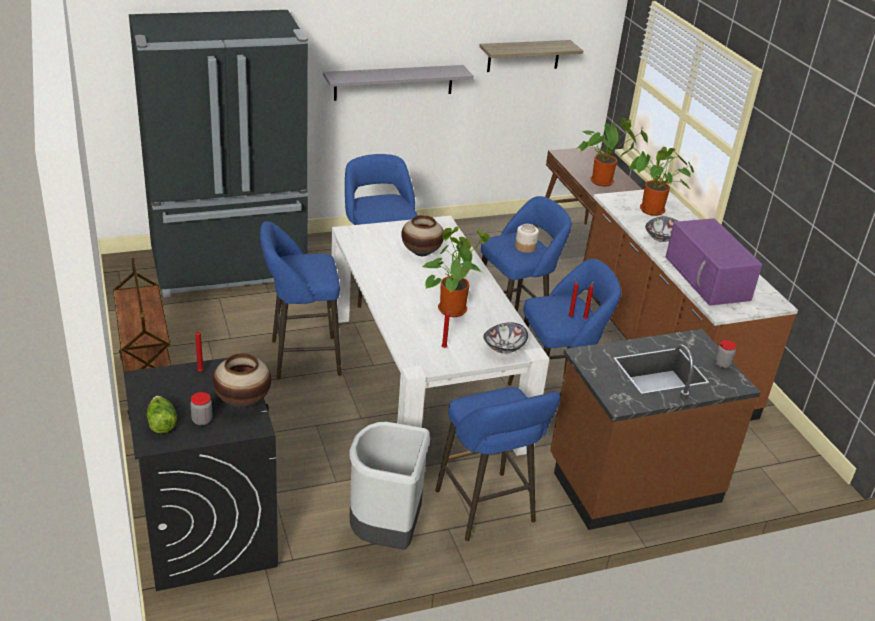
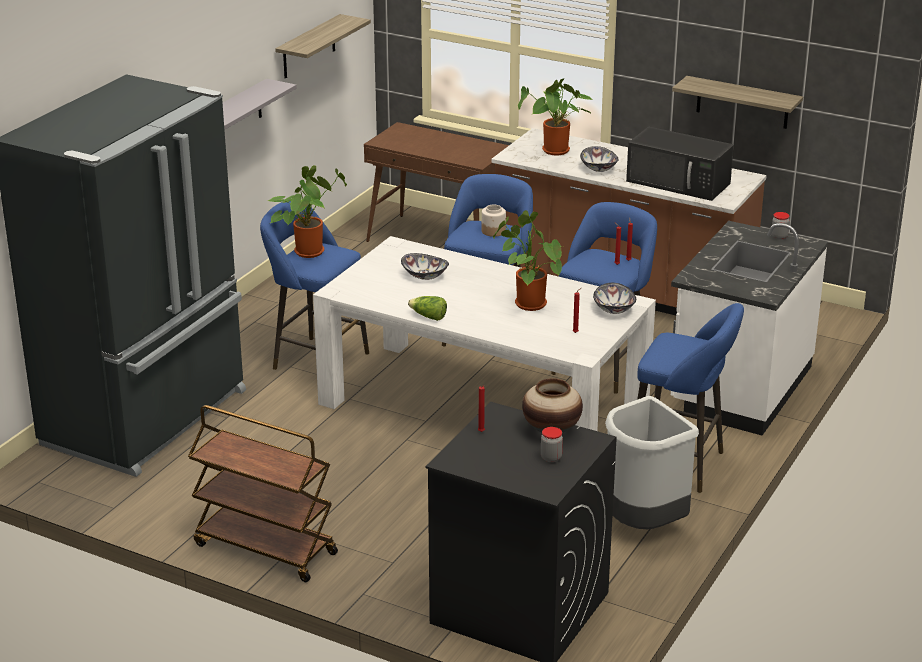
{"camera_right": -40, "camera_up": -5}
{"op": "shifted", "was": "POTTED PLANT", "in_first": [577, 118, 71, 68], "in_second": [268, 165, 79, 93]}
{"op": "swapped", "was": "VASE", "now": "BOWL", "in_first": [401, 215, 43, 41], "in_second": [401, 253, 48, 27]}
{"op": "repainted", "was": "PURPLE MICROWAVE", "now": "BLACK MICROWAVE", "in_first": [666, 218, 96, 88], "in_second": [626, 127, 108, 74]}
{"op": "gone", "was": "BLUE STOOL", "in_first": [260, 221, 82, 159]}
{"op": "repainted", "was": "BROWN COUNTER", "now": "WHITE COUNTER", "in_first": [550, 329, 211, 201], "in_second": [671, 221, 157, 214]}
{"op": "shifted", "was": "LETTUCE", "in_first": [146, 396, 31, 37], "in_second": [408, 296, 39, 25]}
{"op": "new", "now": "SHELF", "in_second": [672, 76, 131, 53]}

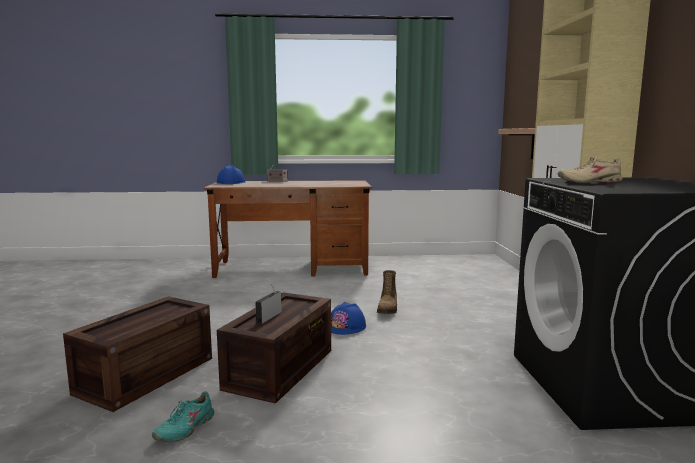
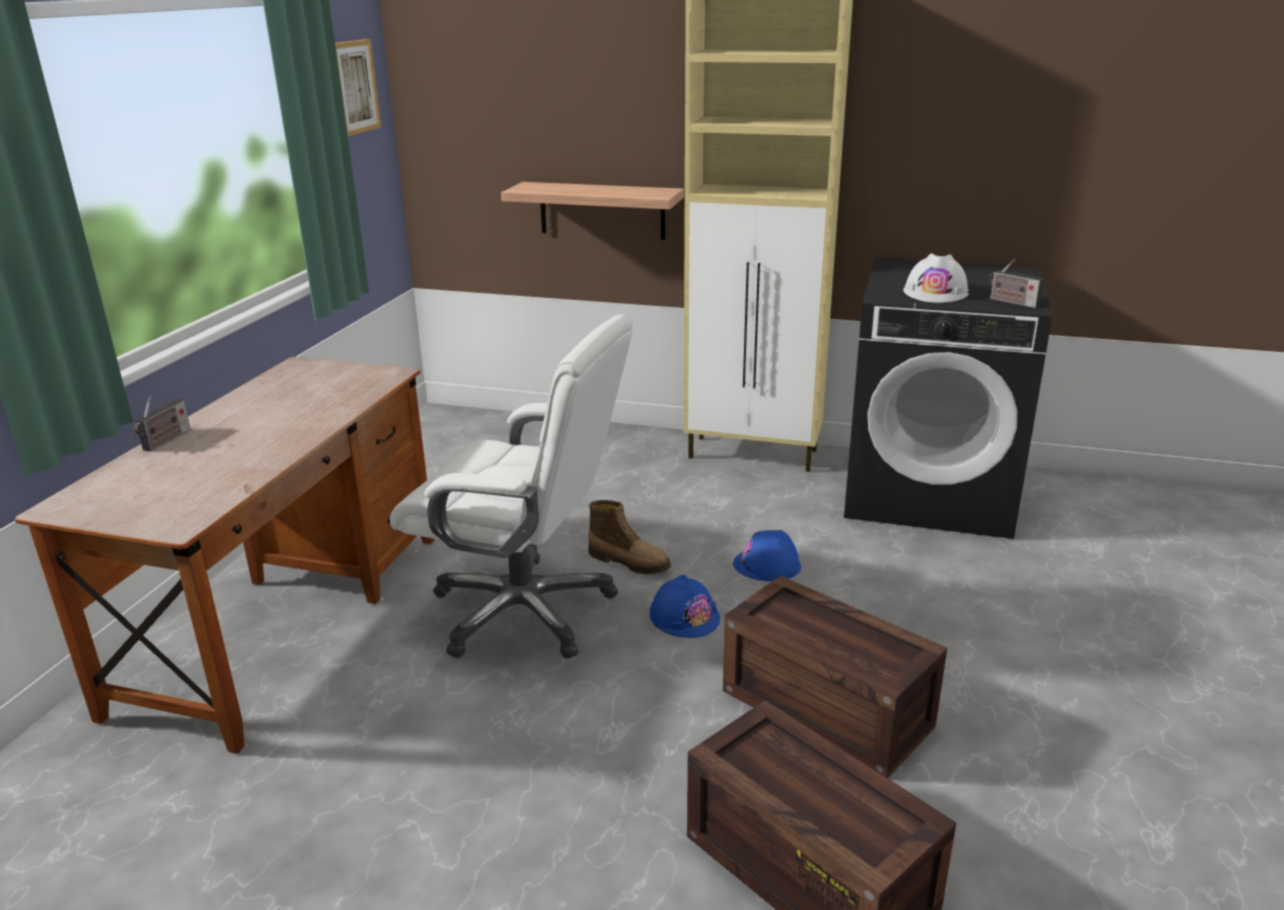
{"camera_right": -70, "camera_up": 15}
{"op": "swapped", "was": "BEIGE SHOE", "now": "WHITE HARD HAT", "in_first": [558, 156, 65, 27], "in_second": [903, 253, 65, 50]}
{"op": "shifted", "was": "BLUE HARD HAT", "in_first": [217, 165, 28, 19], "in_second": [733, 530, 68, 51]}
{"op": "shifted", "was": "RADIO", "in_first": [255, 284, 27, 40], "in_second": [989, 259, 55, 49]}
{"op": "gone", "was": "TURQUOISE SHOE", "in_first": [152, 391, 62, 51]}
{"op": "new", "now": "PICTURE", "in_second": [335, 39, 46, 97]}
{"op": "new", "now": "WHITE OFFICE CHAIR", "in_second": [390, 314, 243, 345]}

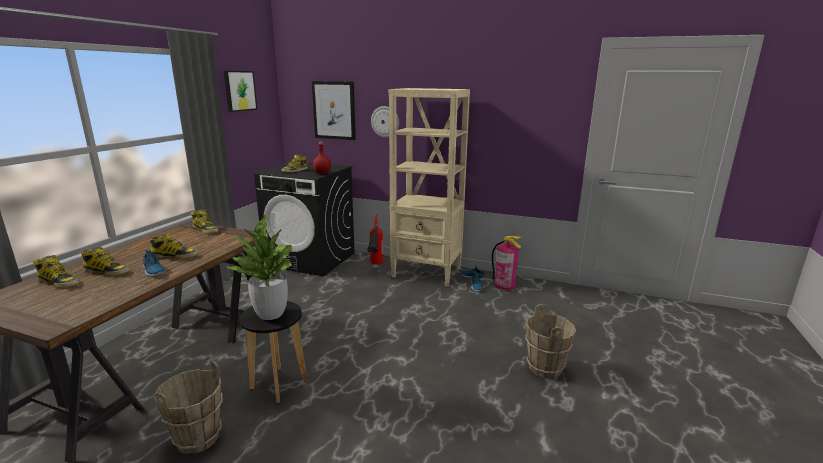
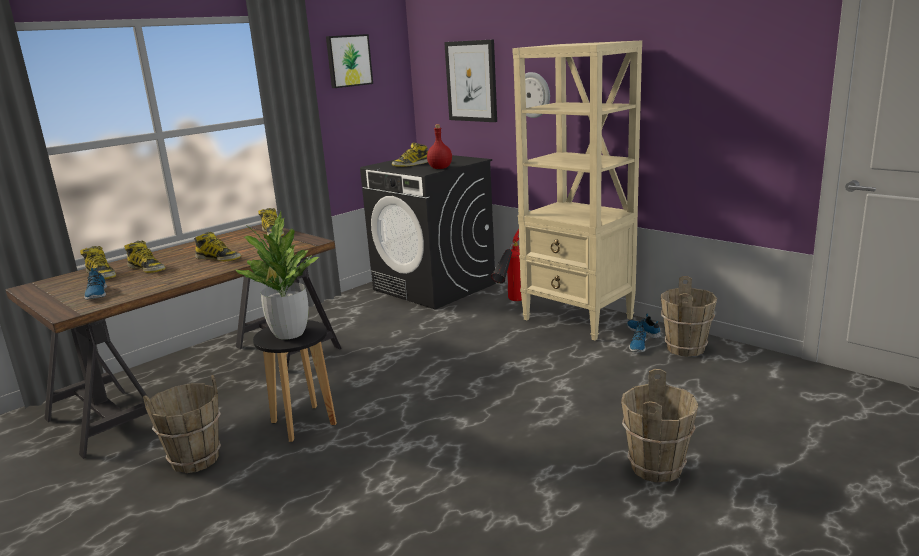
{"camera_right": 25, "camera_up": 0}
{"op": "swapped", "was": "FIRE EXTINGUISHER", "now": "BROWN BUCKET", "in_first": [492, 236, 30, 54], "in_second": [661, 276, 56, 81]}
{"op": "shifted", "was": "SHOE", "in_first": [143, 250, 23, 27], "in_second": [84, 268, 23, 32]}

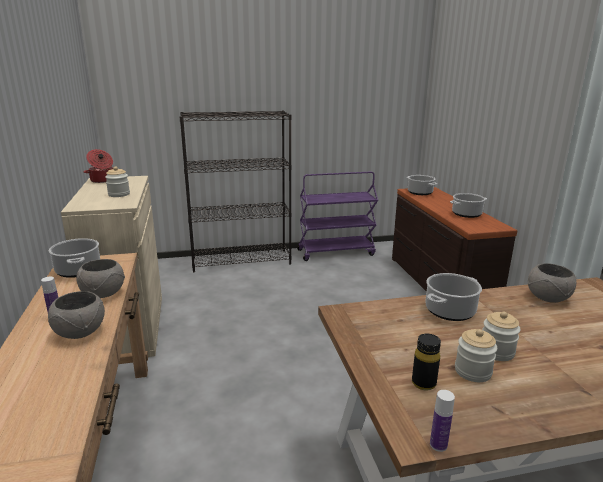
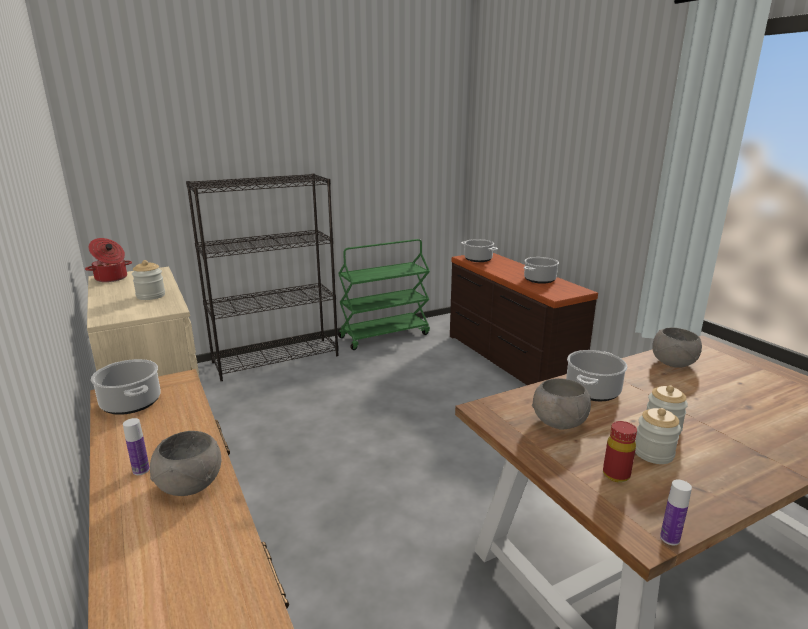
{"camera_right": -15, "camera_up": 0}
{"op": "repainted", "was": "PURPLE CART", "now": "GREEN CART", "in_first": [297, 172, 81, 89], "in_second": [338, 239, 92, 111]}
{"op": "shifted", "was": "GREY BOWL", "in_first": [77, 259, 48, 39], "in_second": [532, 378, 59, 52]}
{"op": "repainted", "was": "BLACK BOTTLE", "now": "RED BOTTLE", "in_first": [412, 333, 29, 58], "in_second": [603, 421, 34, 62]}

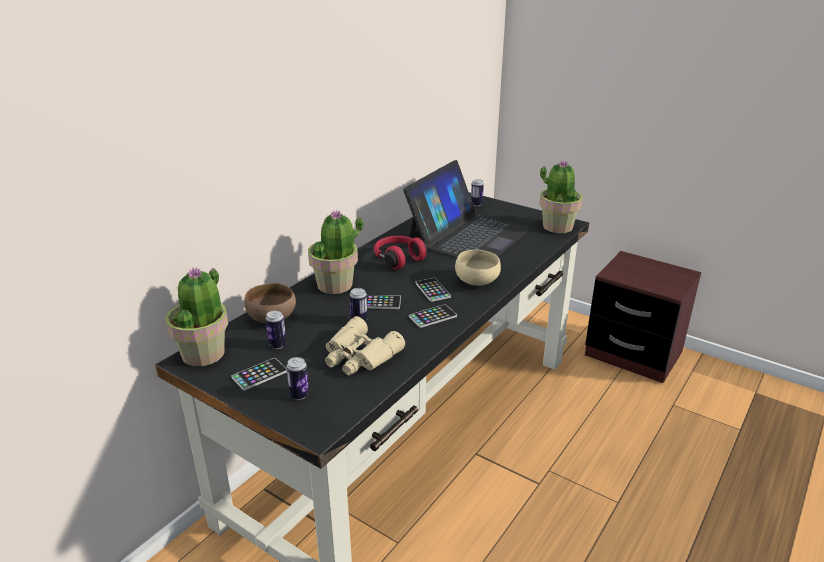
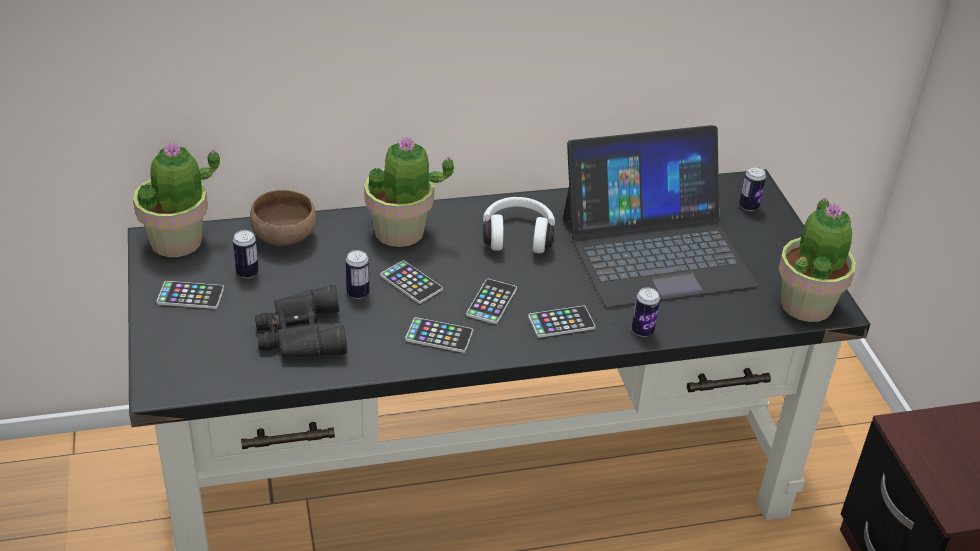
{"camera_right": 40, "camera_up": 10}
{"op": "repainted", "was": "RED HEADPHONES", "now": "WHITE HEADPHONES", "in_first": [374, 236, 54, 33], "in_second": [483, 197, 72, 56]}
{"op": "swapped", "was": "BEIGE BOWL", "now": "PHONE", "in_first": [455, 250, 46, 36], "in_second": [528, 306, 67, 32]}
{"op": "repainted", "was": "BEIGE BINOCULARS", "now": "BLACK BINOCULARS", "in_first": [325, 316, 80, 60], "in_second": [255, 285, 92, 73]}
{"op": "shifted", "was": "CAN", "in_first": [286, 357, 23, 43], "in_second": [632, 287, 28, 50]}

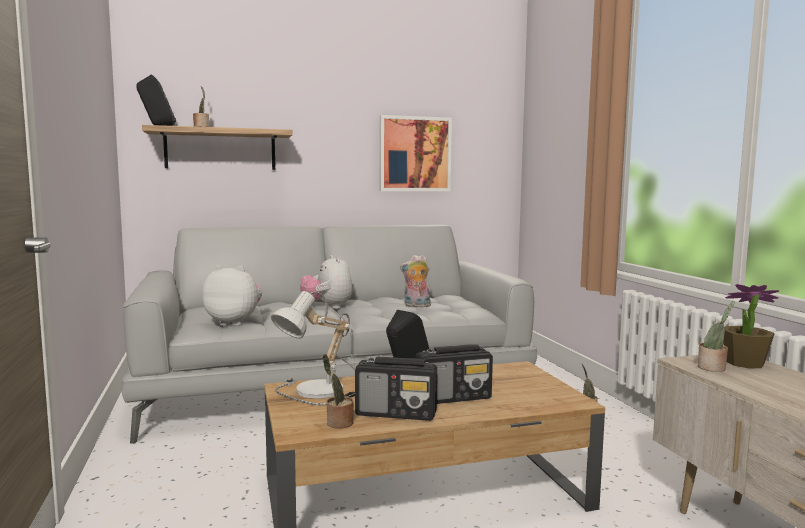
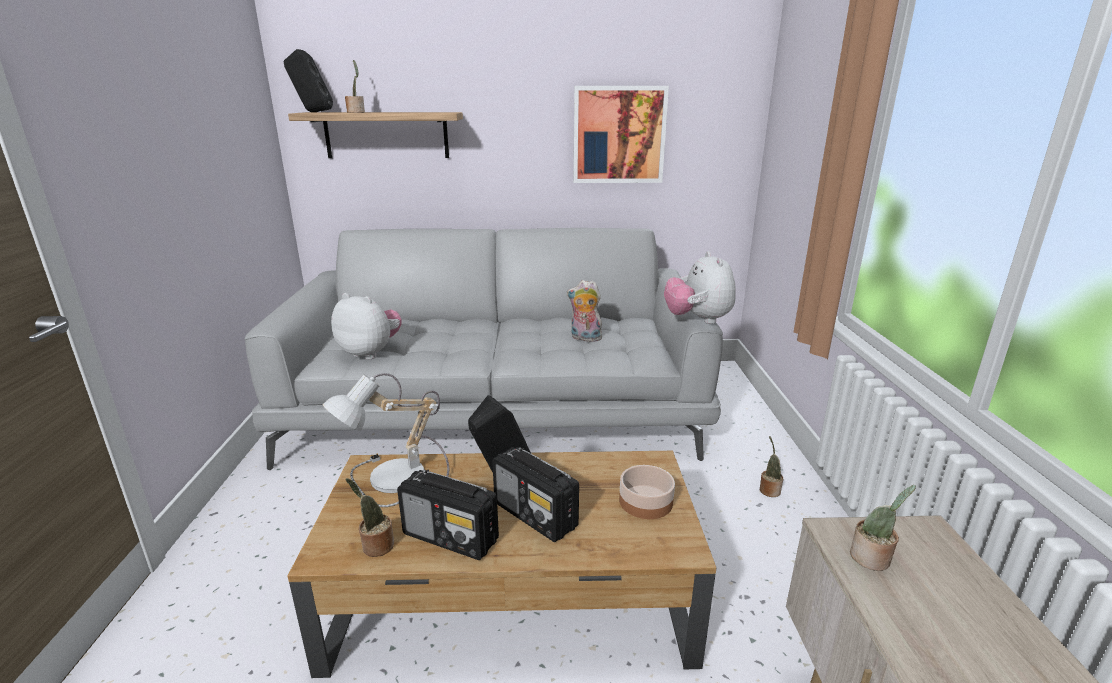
{"camera_right": 15, "camera_up": 15}
{"op": "shifted", "was": "PLUSH TOY", "in_first": [300, 255, 53, 54], "in_second": [664, 251, 72, 73]}
{"op": "gone", "was": "POTTED PLANT", "in_first": [724, 284, 55, 84]}
{"op": "rotated", "was": "RADIO", "in_first": [415, 344, 78, 60], "in_second": [492, 447, 87, 95], "clockwise": 45}
{"op": "new", "now": "BOWL", "in_second": [619, 465, 56, 54]}

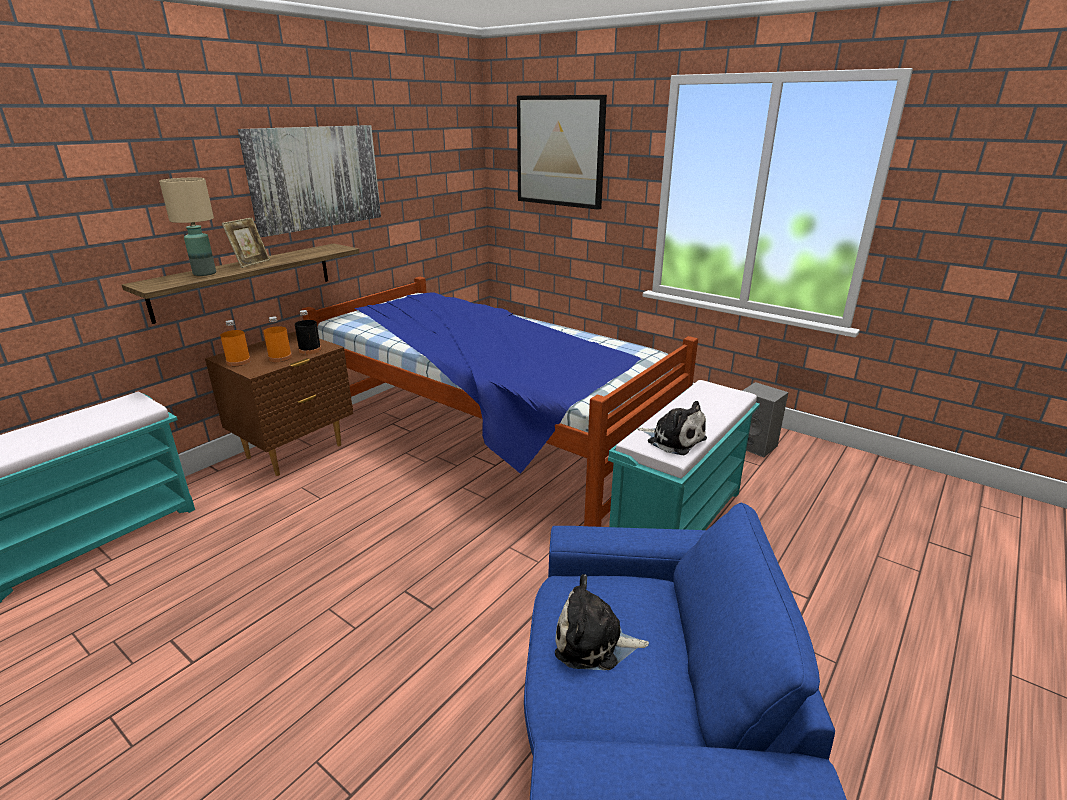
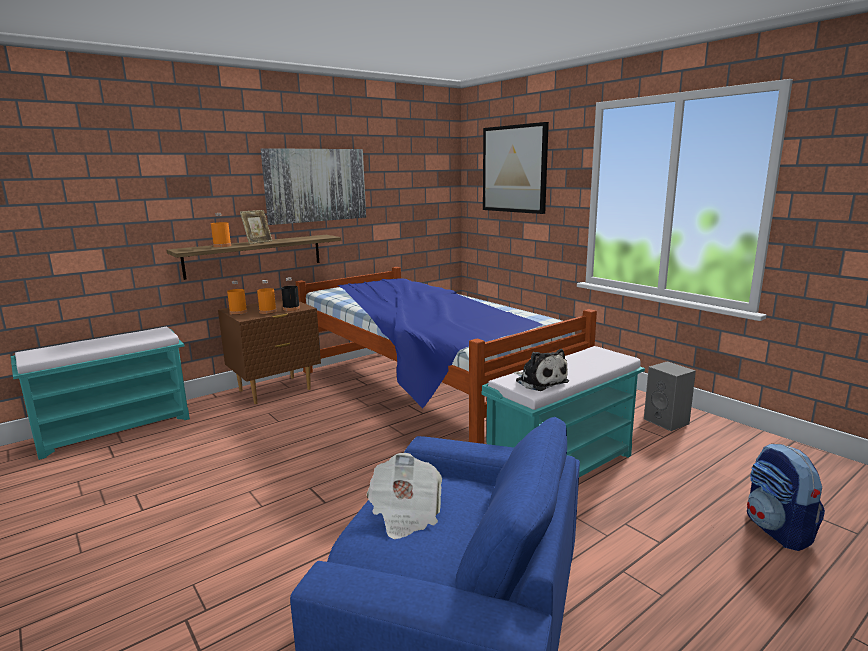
{"camera_right": 15, "camera_up": -10}
{"op": "swapped", "was": "BEIGE TABLE LAMP", "now": "ORANGE BOTTLE", "in_first": [159, 178, 57, 98], "in_second": [211, 213, 20, 34]}
{"op": "swapped", "was": "PLUSH TOY", "now": "NEWSPAPER", "in_first": [555, 574, 94, 96], "in_second": [367, 453, 75, 86]}
{"op": "new", "now": "BACKPACK", "in_second": [747, 444, 78, 107]}

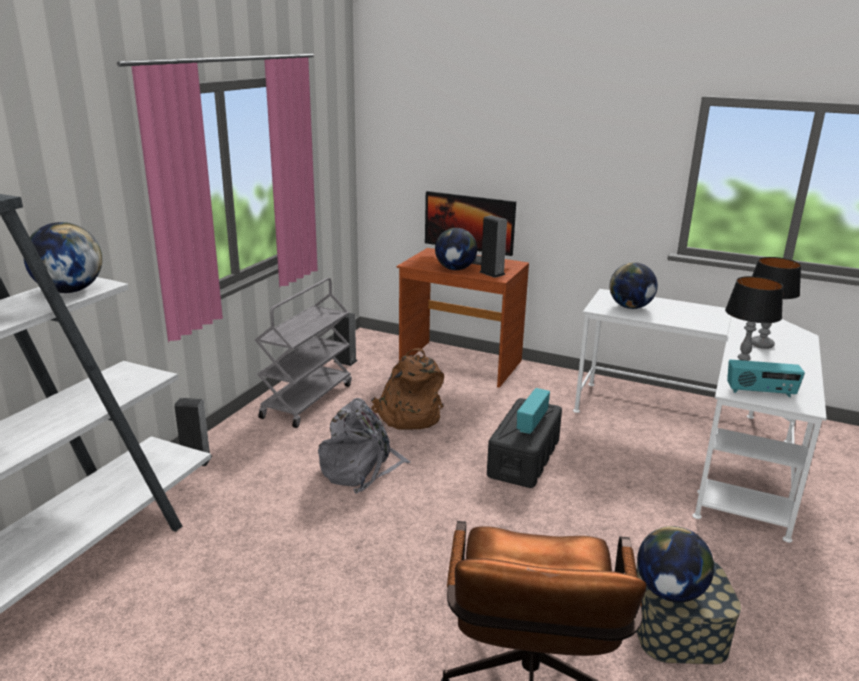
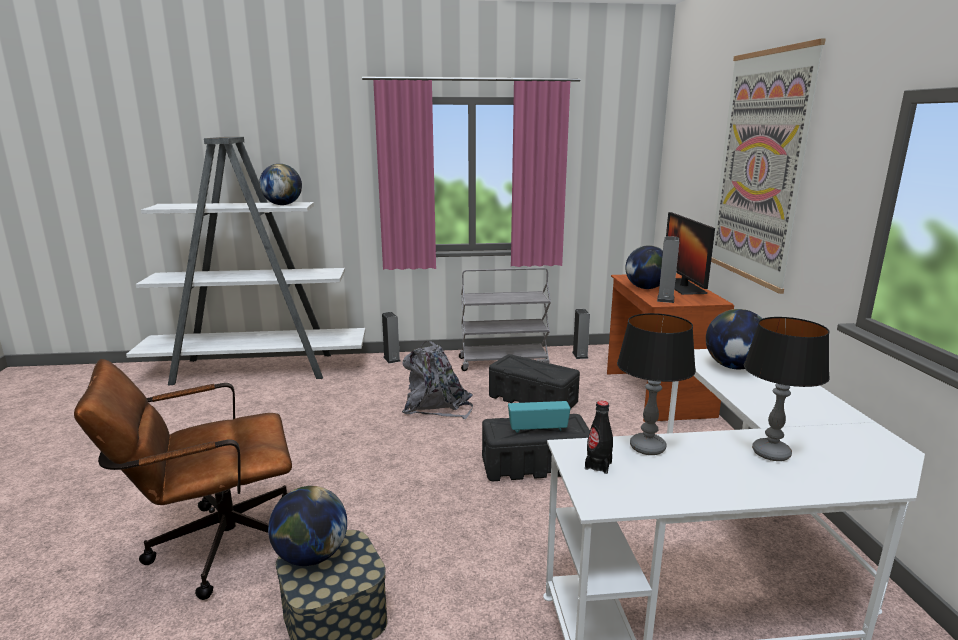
{"camera_right": 60, "camera_up": -5}
{"op": "swapped", "was": "BROWN BACKPACK", "now": "BLACK STORAGE BOX", "in_first": [371, 348, 73, 82], "in_second": [489, 354, 91, 55]}
{"op": "swapped", "was": "RADIO", "now": "BLACK BOTTLE", "in_first": [727, 360, 78, 37], "in_second": [585, 401, 28, 73]}
{"op": "new", "now": "PICTURE", "in_second": [711, 39, 114, 255]}

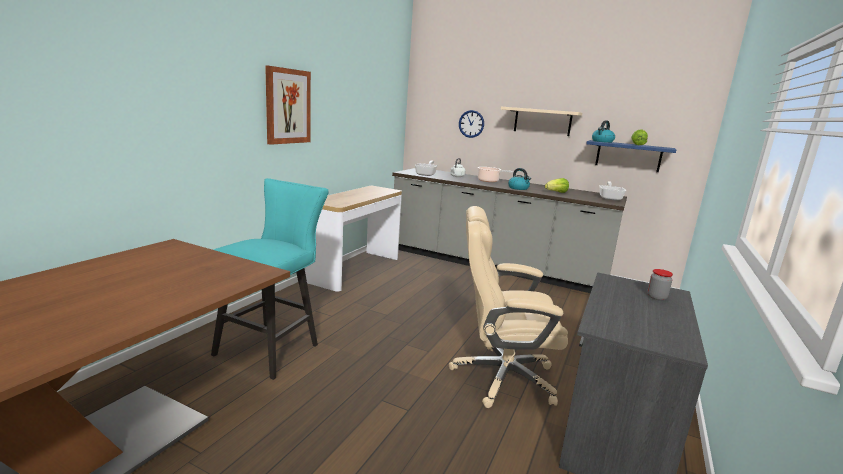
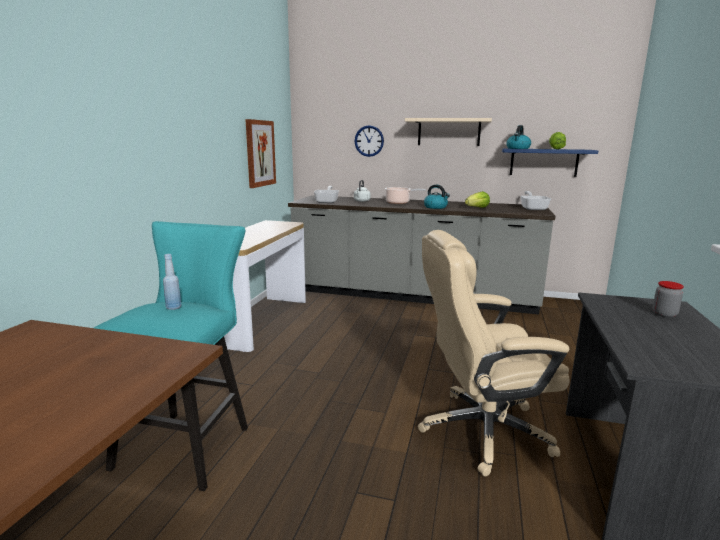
{"camera_right": -10, "camera_up": 0}
{"op": "shifted", "was": "PICTURE", "in_first": [265, 65, 46, 80], "in_second": [245, 119, 31, 69]}
{"op": "new", "now": "BLUE BOTTLE", "in_second": [163, 254, 18, 56]}

